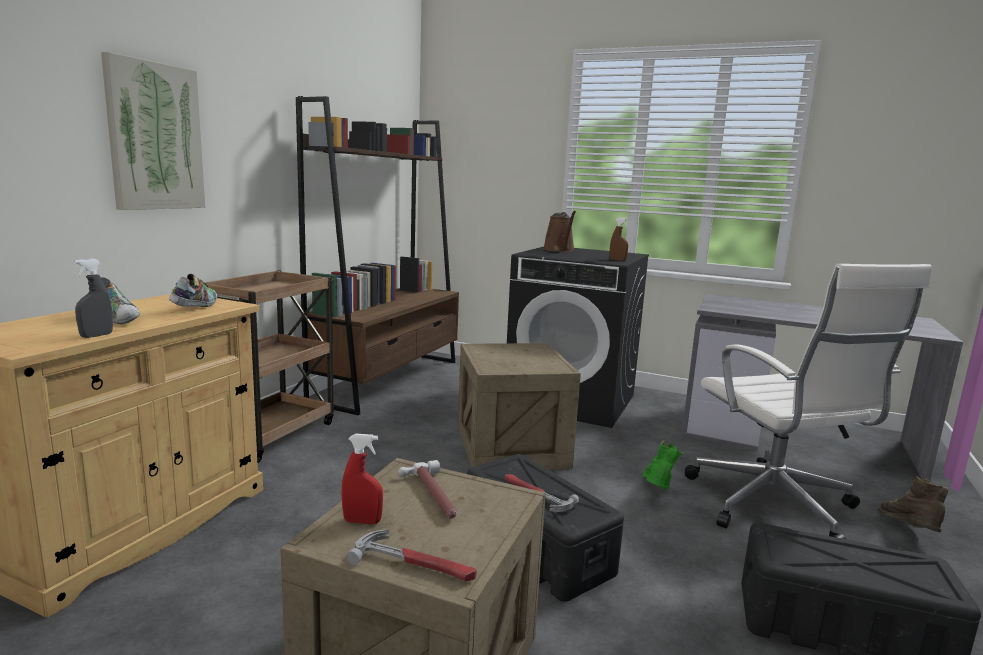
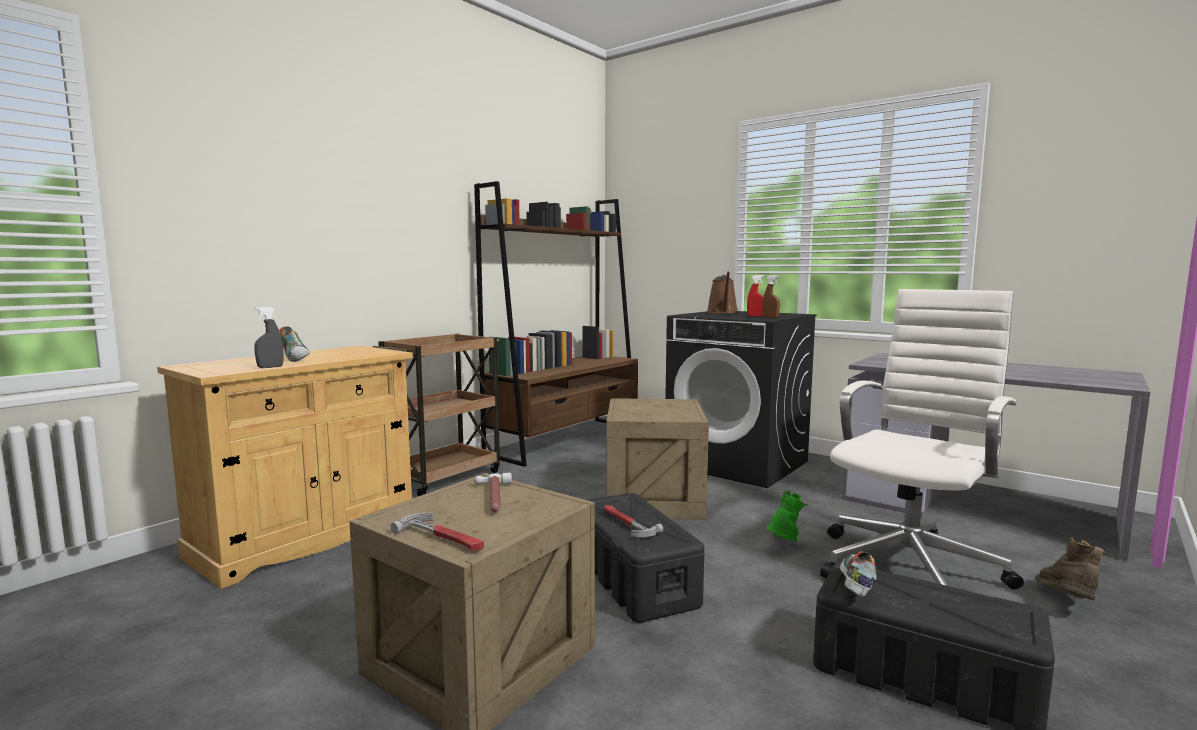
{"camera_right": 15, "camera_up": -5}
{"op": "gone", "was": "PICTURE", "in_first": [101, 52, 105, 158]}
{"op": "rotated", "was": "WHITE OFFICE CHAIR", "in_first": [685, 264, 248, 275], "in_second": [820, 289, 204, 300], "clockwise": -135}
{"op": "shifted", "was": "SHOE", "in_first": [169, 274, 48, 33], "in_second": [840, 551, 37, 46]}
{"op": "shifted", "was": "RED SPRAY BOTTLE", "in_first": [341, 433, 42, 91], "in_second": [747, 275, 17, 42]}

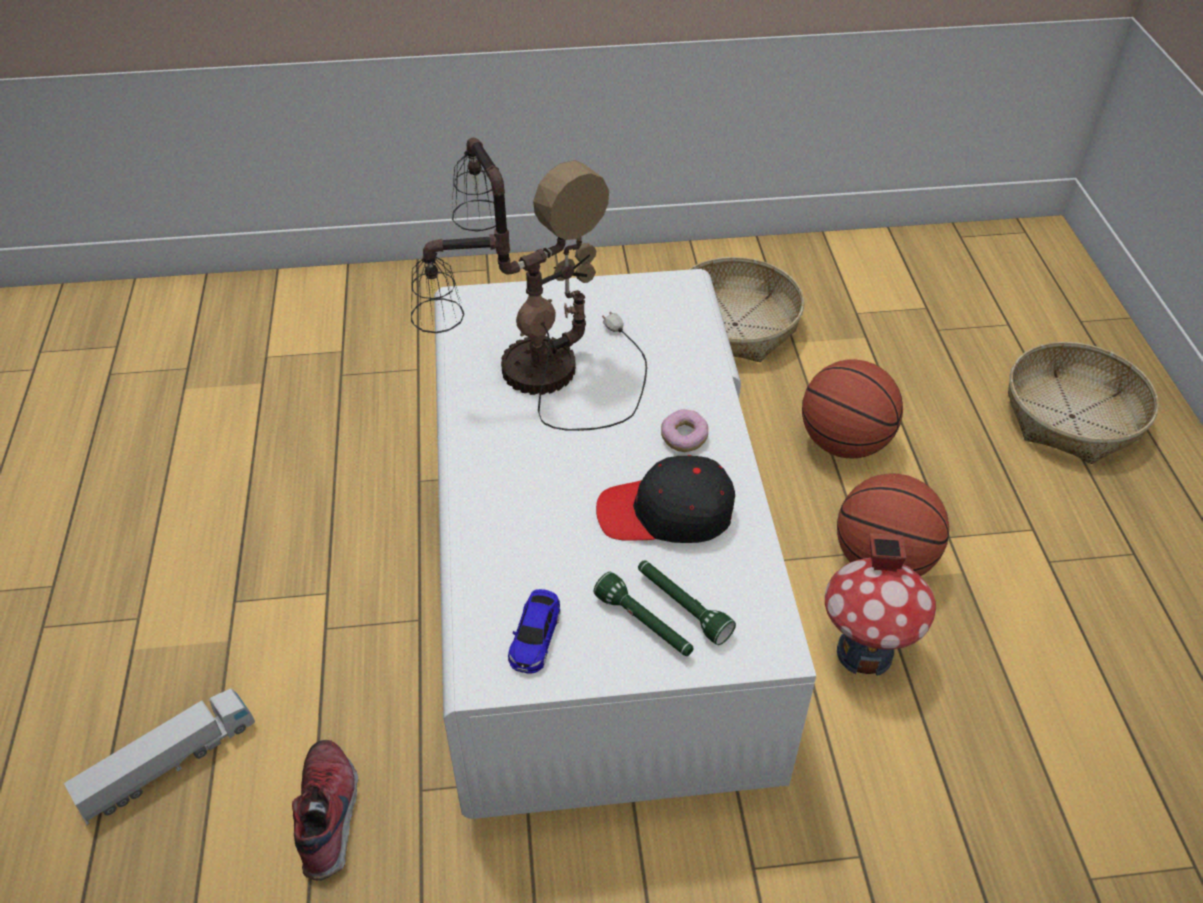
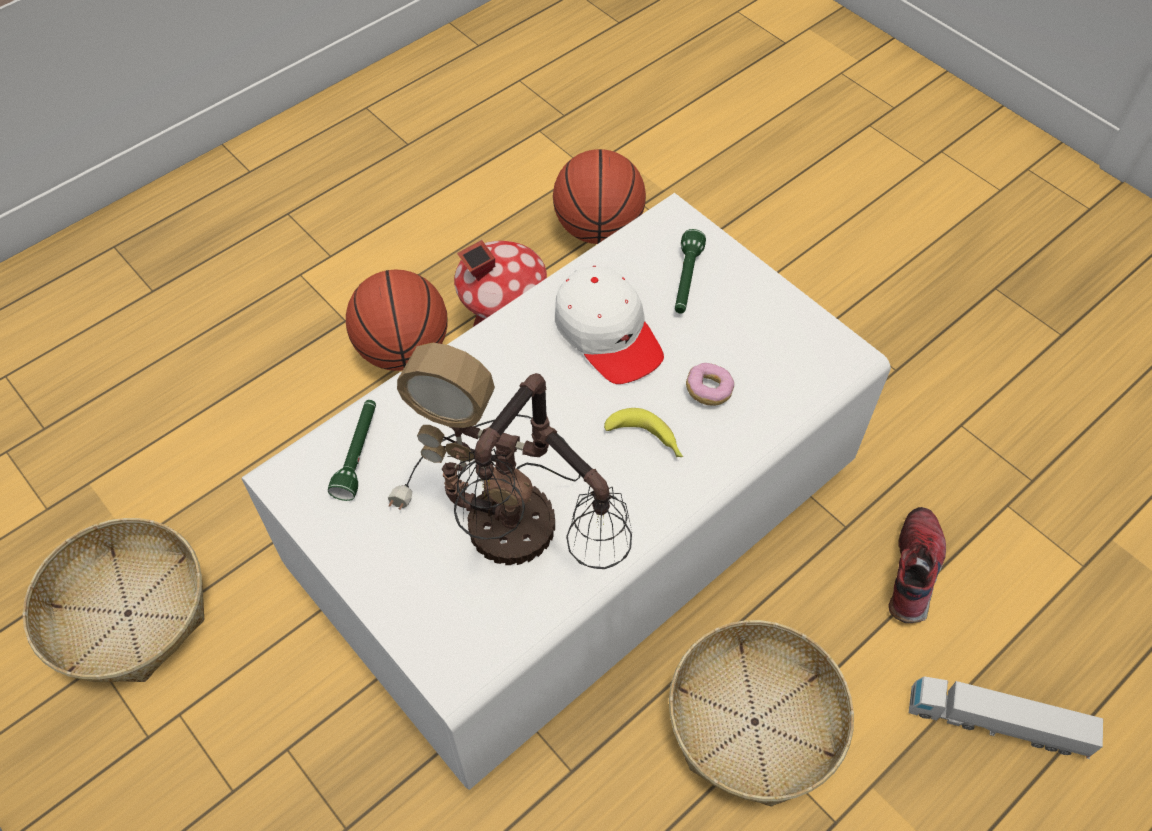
{"camera_right": -125, "camera_up": 10}
{"op": "shifted", "was": "BASKET", "in_first": [1008, 342, 151, 122], "in_second": [669, 620, 185, 187]}
{"op": "shifted", "was": "BASKETBALL", "in_first": [802, 359, 101, 99], "in_second": [553, 149, 93, 95]}
{"op": "shifted", "was": "DONUT", "in_first": [661, 409, 47, 43], "in_second": [686, 363, 48, 43]}
{"op": "repainted", "was": "BLACK CAP", "now": "WHITE CAP", "in_first": [596, 455, 139, 88], "in_second": [555, 266, 109, 118]}
{"op": "shifted", "was": "GREEN FLASHLIGHT", "in_first": [594, 572, 100, 84], "in_second": [328, 400, 48, 101]}
{"op": "gone", "was": "TOY CAR", "in_first": [508, 589, 52, 85]}
{"op": "rotated", "was": "SHOE", "in_first": [292, 740, 66, 141], "in_second": [888, 507, 58, 116], "clockwise": 150}
{"op": "new", "now": "BANANA", "in_second": [604, 408, 79, 49]}

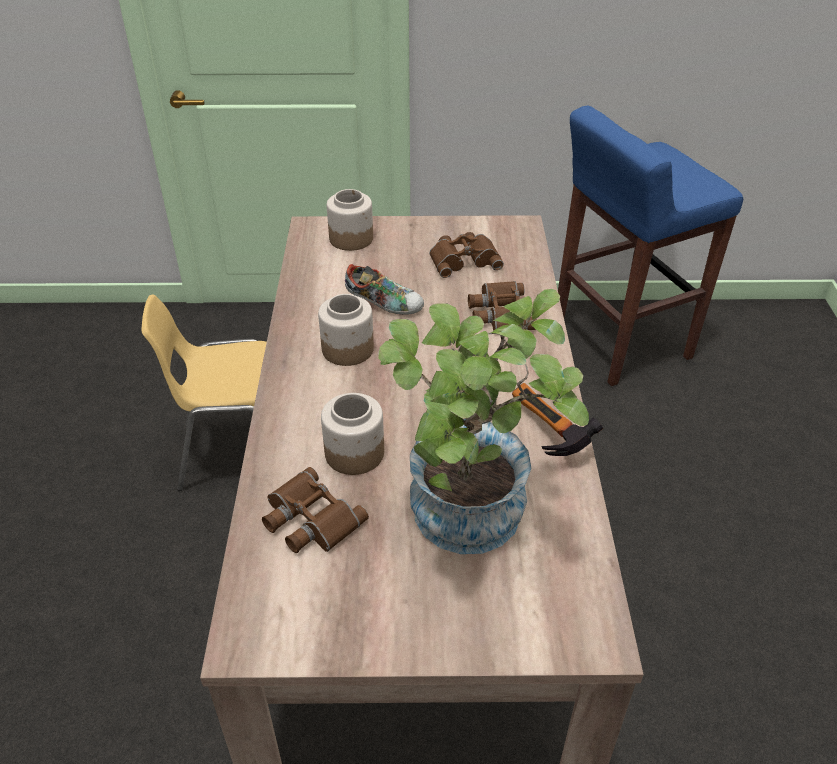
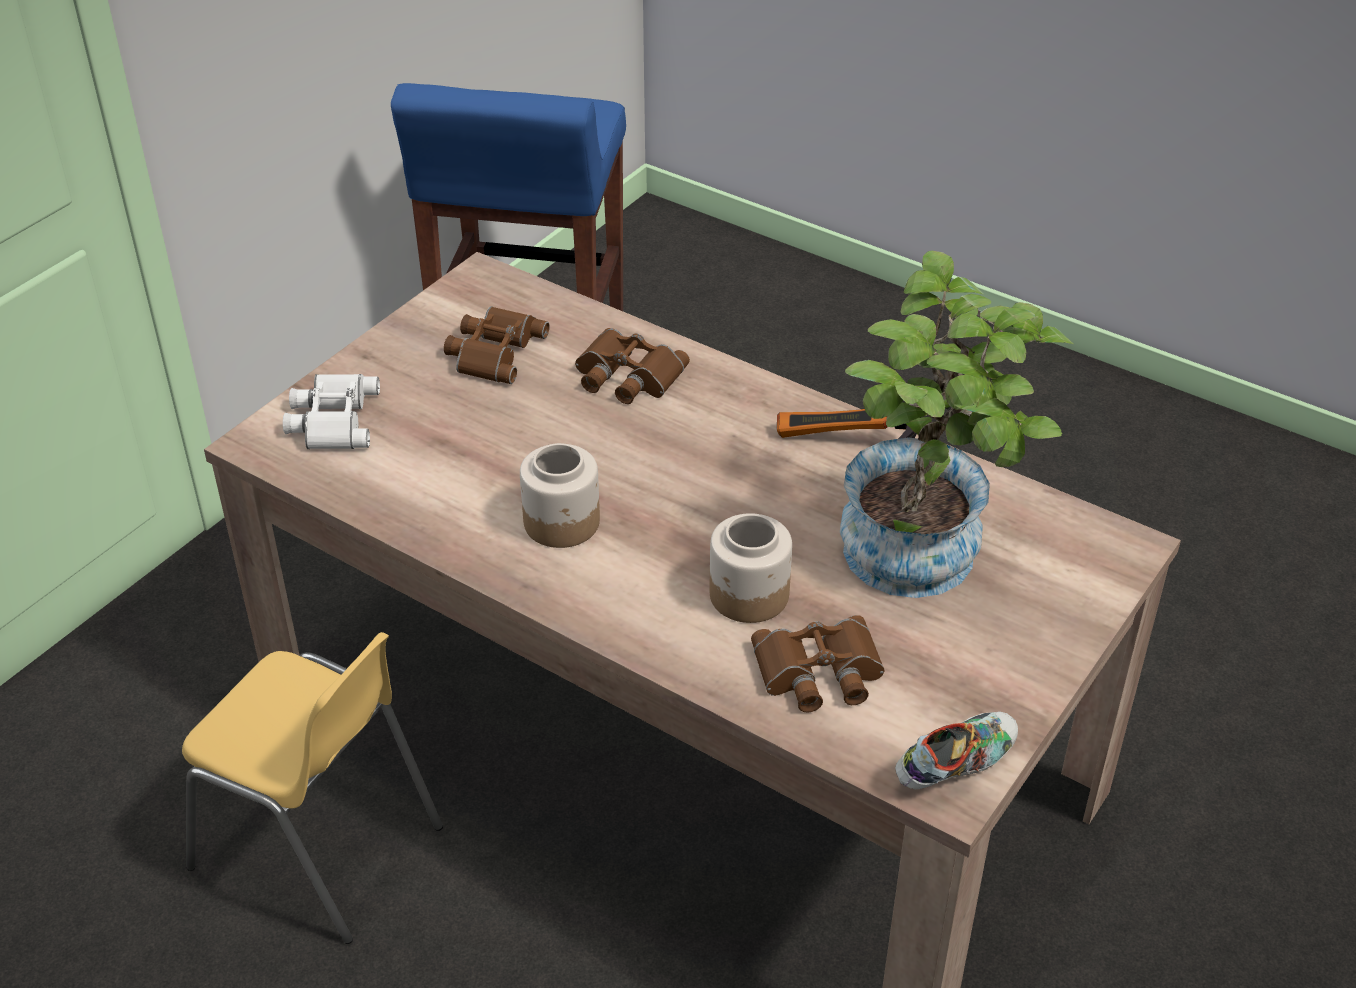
{"camera_right": -55, "camera_up": 0}
{"op": "swapped", "was": "JAR", "now": "WHITE BINOCULARS", "in_first": [327, 189, 46, 62], "in_second": [283, 374, 97, 75]}
{"op": "shifted", "was": "SHOE", "in_first": [345, 264, 79, 51], "in_second": [895, 712, 123, 77]}
{"op": "rotated", "was": "YELLOW CHAIR", "in_first": [141, 295, 126, 196], "in_second": [182, 632, 261, 312], "clockwise": -90}

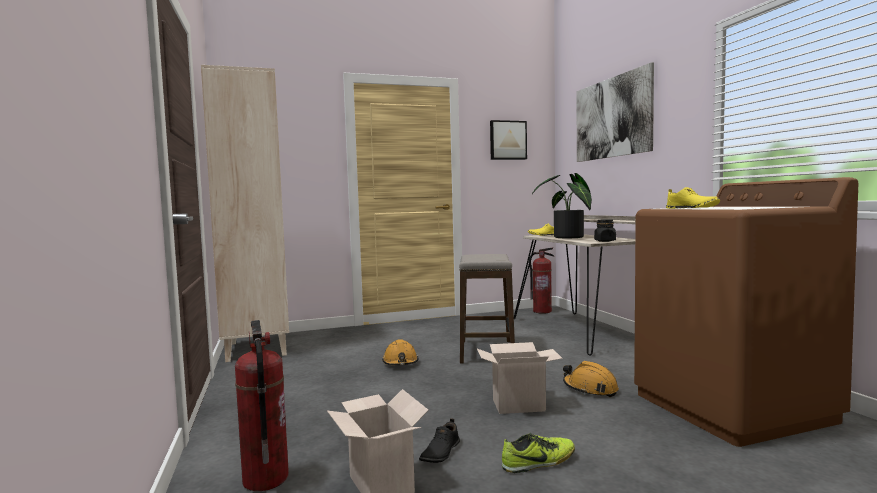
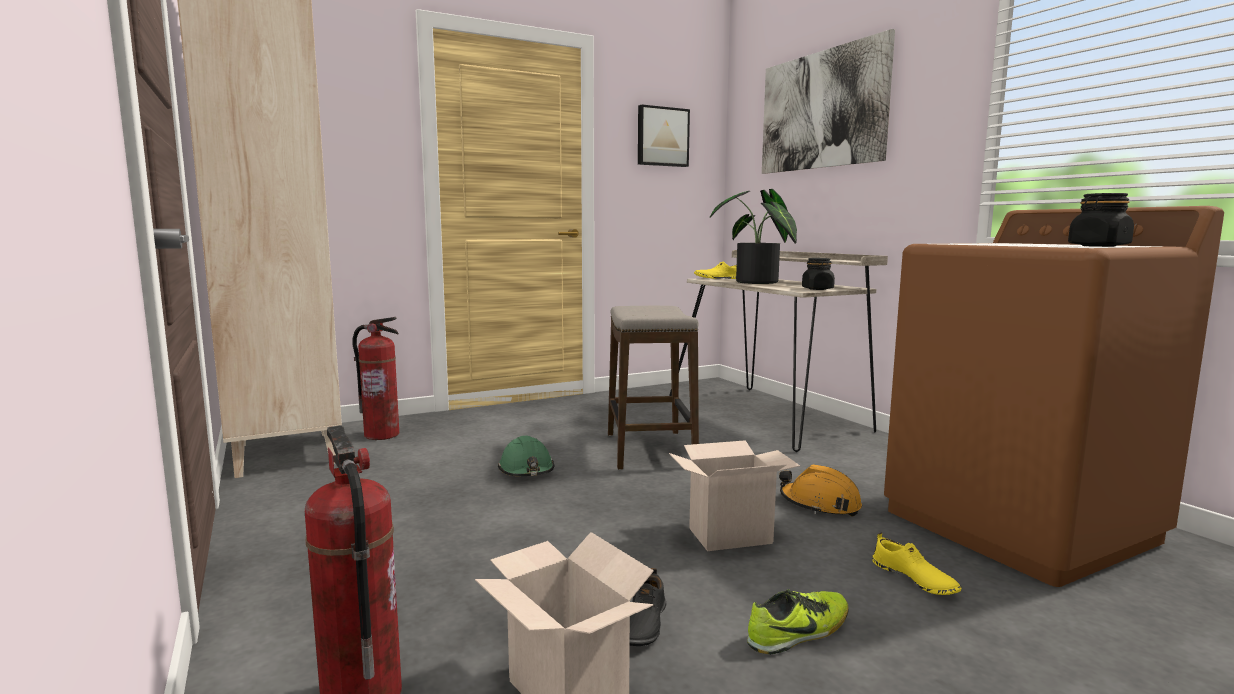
{"camera_right": -10, "camera_up": 5}
{"op": "shifted", "was": "YELLOW SHOE", "in_first": [666, 187, 54, 22], "in_second": [872, 533, 90, 62]}
{"op": "shifted", "was": "FIRE EXTINGUISHER", "in_first": [529, 247, 25, 67], "in_second": [353, 317, 46, 123]}
{"op": "repainted", "was": "ORANGE HARD HAT", "now": "GREEN HARD HAT", "in_first": [382, 339, 37, 26], "in_second": [498, 436, 56, 40]}
{"op": "new", "now": "BLACK JAR", "in_second": [1068, 193, 66, 54]}

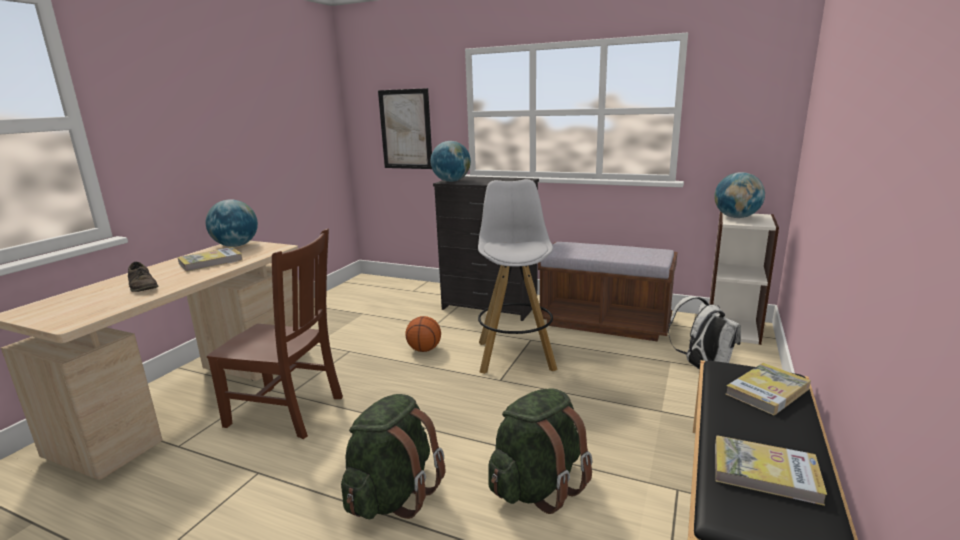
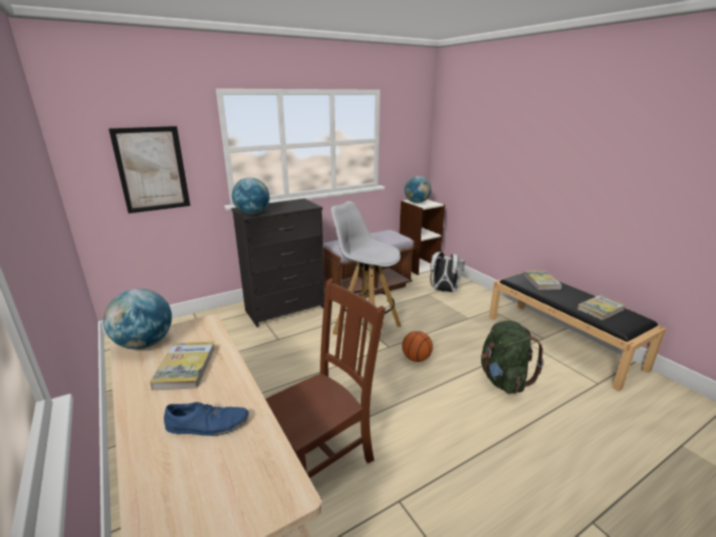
{"camera_right": -55, "camera_up": 5}
{"op": "repainted", "was": "BROWN SHOE", "now": "BLUE SHOE", "in_first": [128, 262, 31, 30], "in_second": [164, 402, 85, 34]}
{"op": "shifted", "was": "BASKETBALL", "in_first": [405, 316, 36, 36], "in_second": [402, 331, 31, 31]}
{"op": "gone", "was": "GREEN BACKPACK", "in_first": [341, 394, 104, 125]}

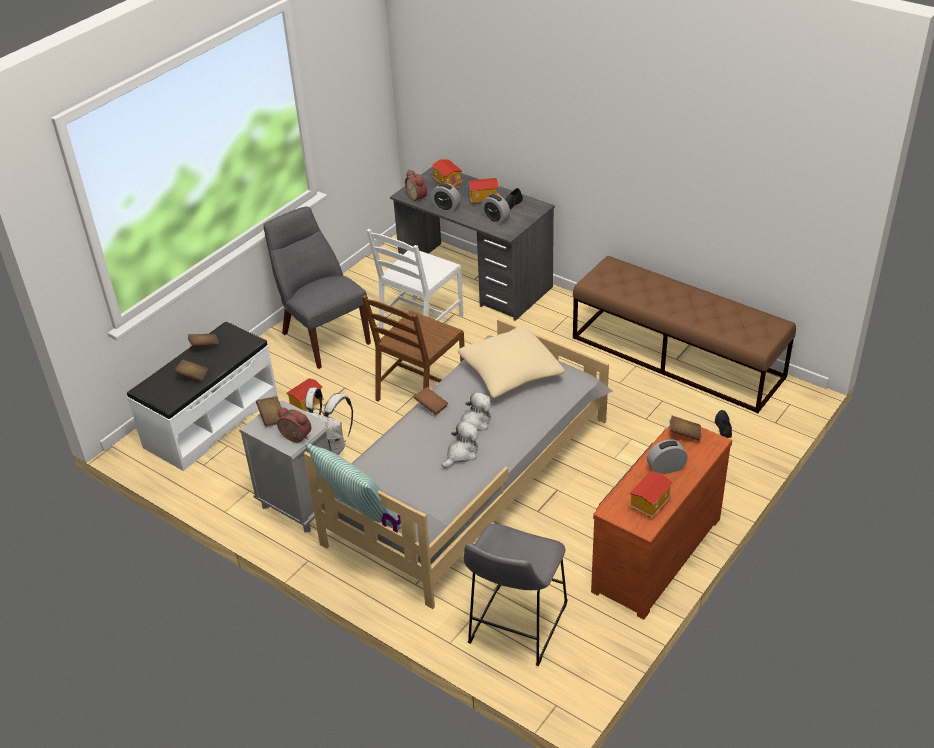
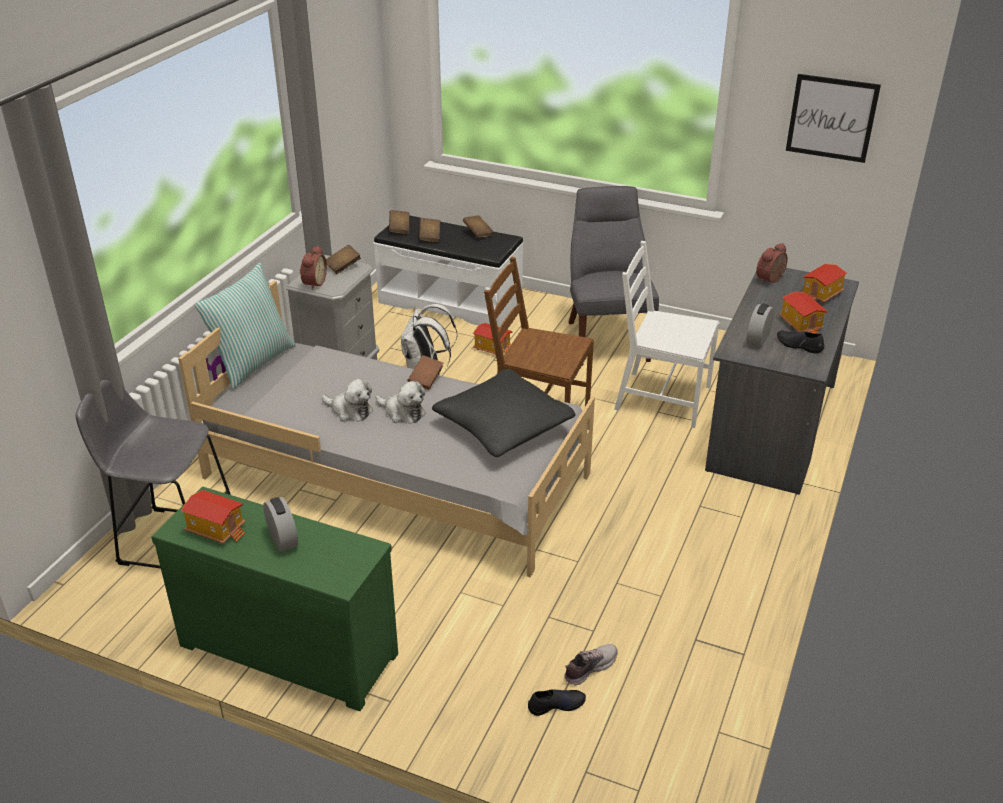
{"camera_right": 75, "camera_up": -5}
{"op": "gone", "was": "ALARM CLOCK", "in_first": [431, 183, 30, 30]}
{"op": "rotated", "was": "GREY CHAIR", "in_first": [264, 206, 107, 163], "in_second": [569, 186, 90, 180], "clockwise": -45}
{"op": "gone", "was": "BROWN BENCH", "in_first": [573, 256, 223, 157]}
{"op": "repainted", "was": "BEIGE PILLOW", "now": "BLACK PILLOW", "in_first": [458, 326, 107, 72], "in_second": [432, 369, 144, 88]}
{"op": "shifted", "was": "BROWN BOOK", "in_first": [670, 416, 31, 25], "in_second": [389, 210, 20, 24]}
{"op": "repainted", "was": "BROWN DRESSER", "now": "GREEN DRESSER", "in_first": [591, 417, 141, 203], "in_second": [151, 486, 247, 225]}
{"op": "new", "now": "PICTURE", "in_second": [786, 74, 95, 89]}
{"op": "new", "now": "SHOE", "in_second": [564, 644, 54, 41]}

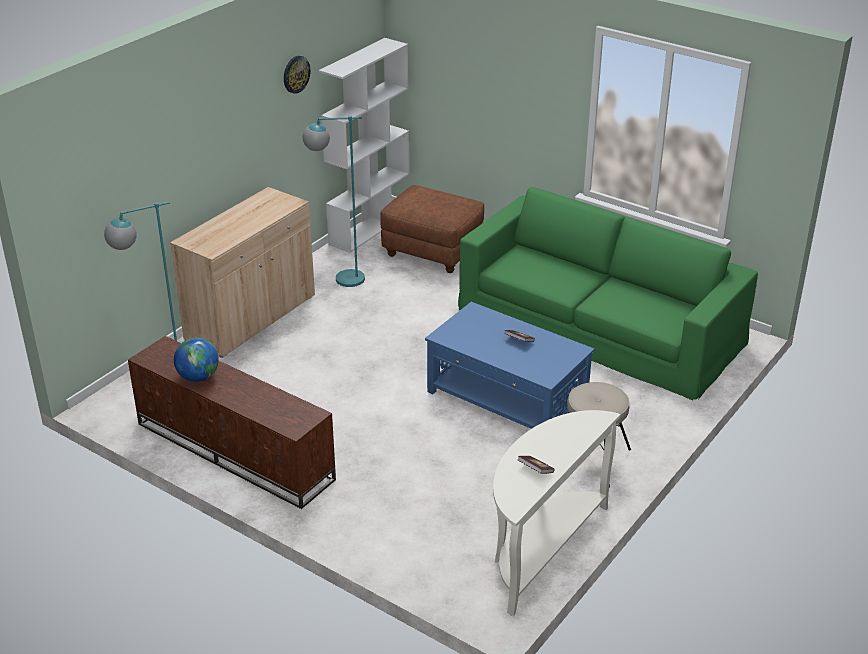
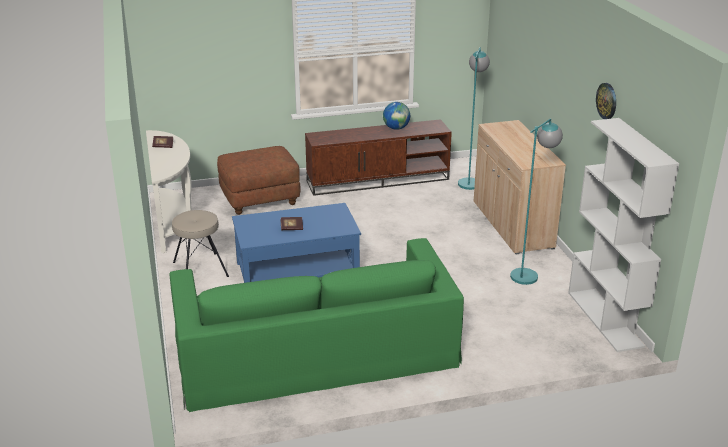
{"camera_right": 130, "camera_up": -5}
{"op": "shifted", "was": "BROWN OTTOMAN", "in_first": [380, 185, 104, 88], "in_second": [217, 146, 83, 69]}

